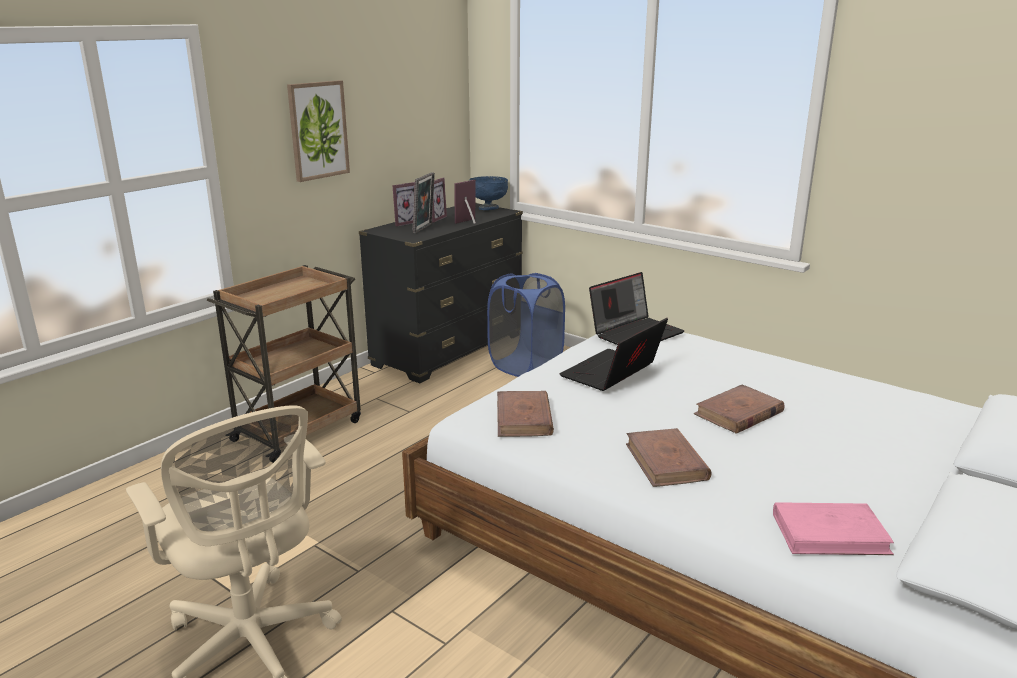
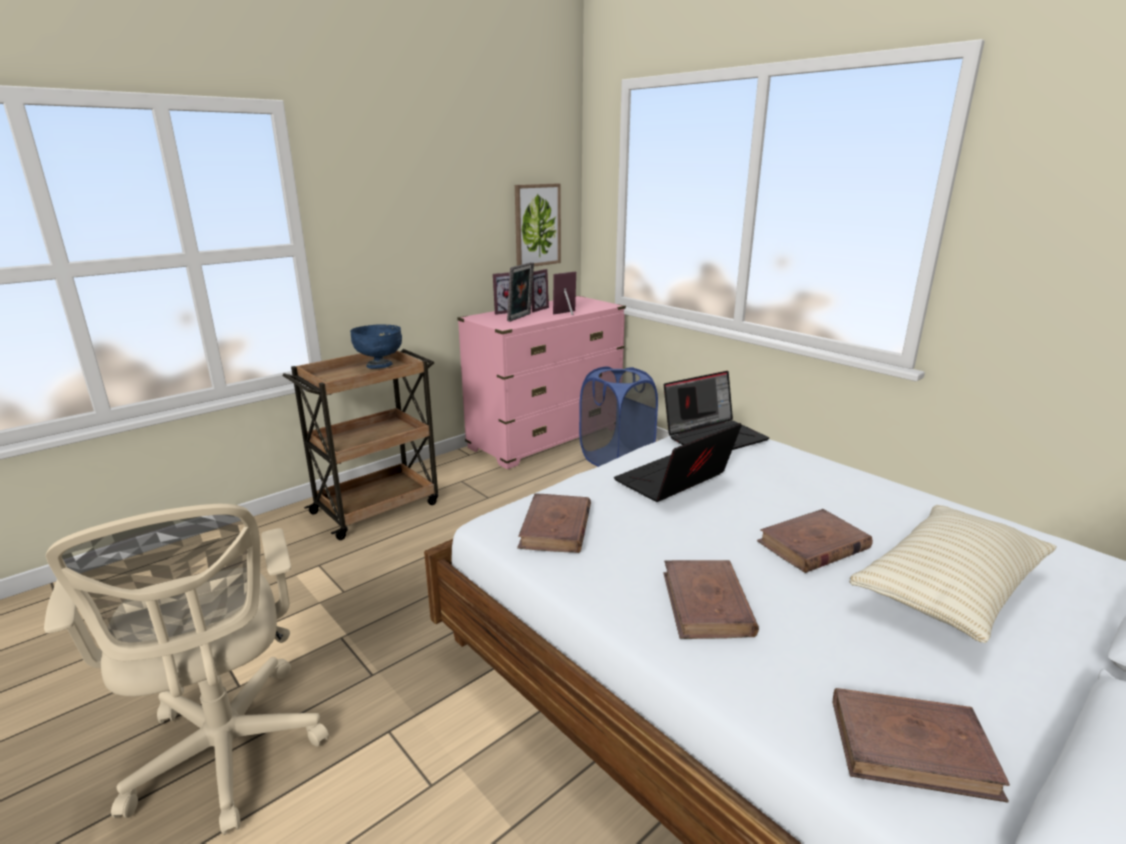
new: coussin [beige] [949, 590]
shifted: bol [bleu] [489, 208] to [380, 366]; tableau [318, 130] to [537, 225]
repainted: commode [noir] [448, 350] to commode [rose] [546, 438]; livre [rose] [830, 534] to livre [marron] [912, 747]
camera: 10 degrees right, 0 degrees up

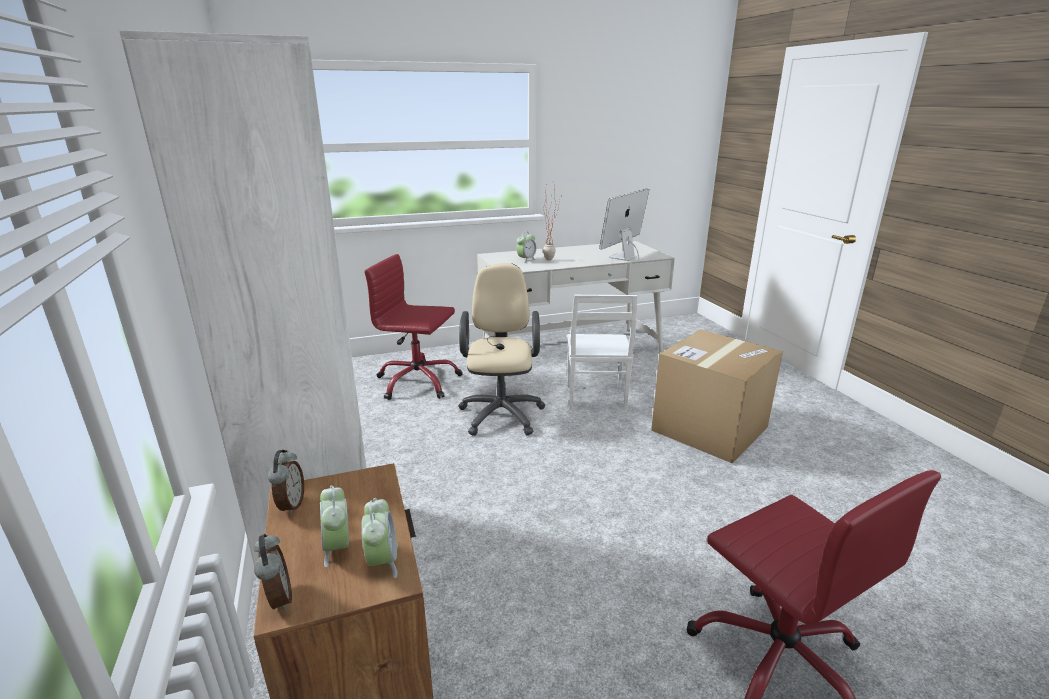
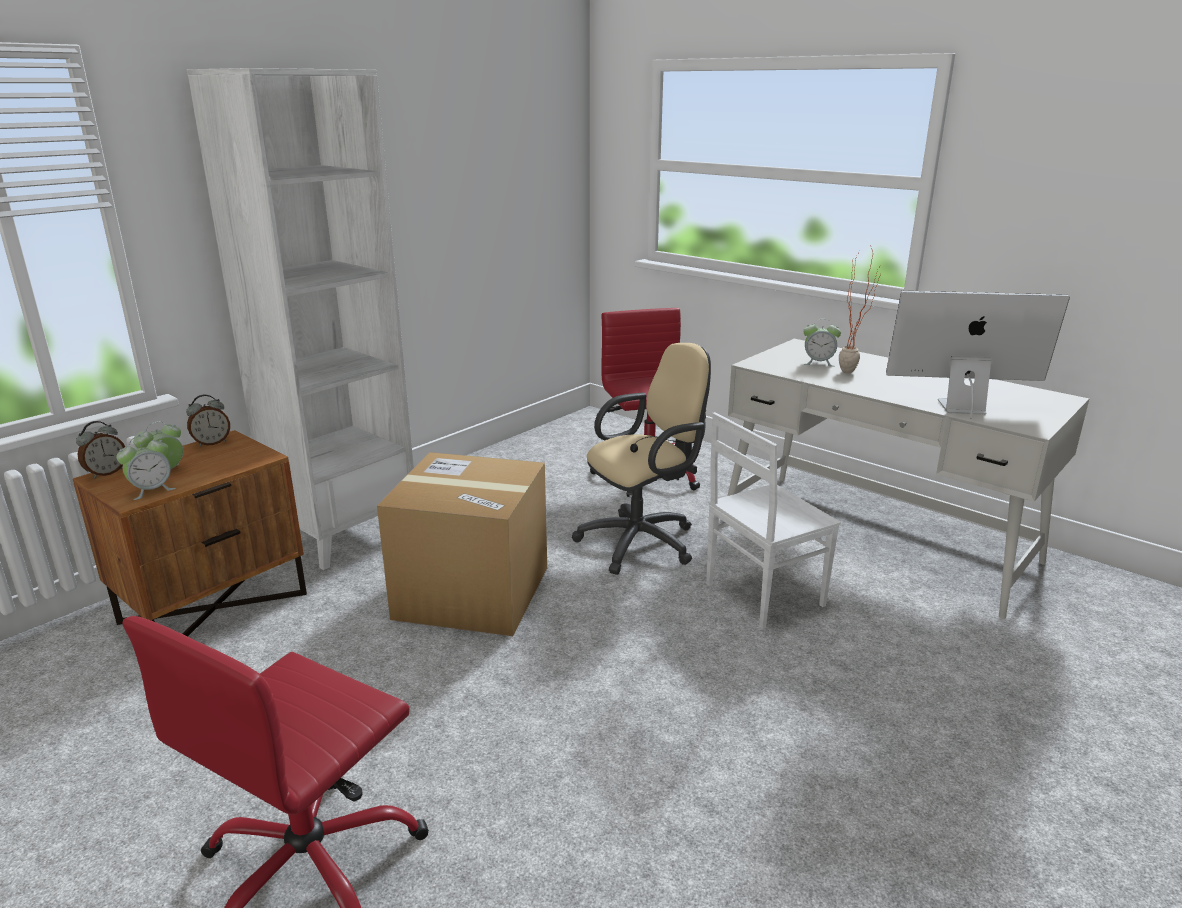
shifted: carton [709, 428] to [472, 592]
camera: 60 degrees right, 0 degrees up

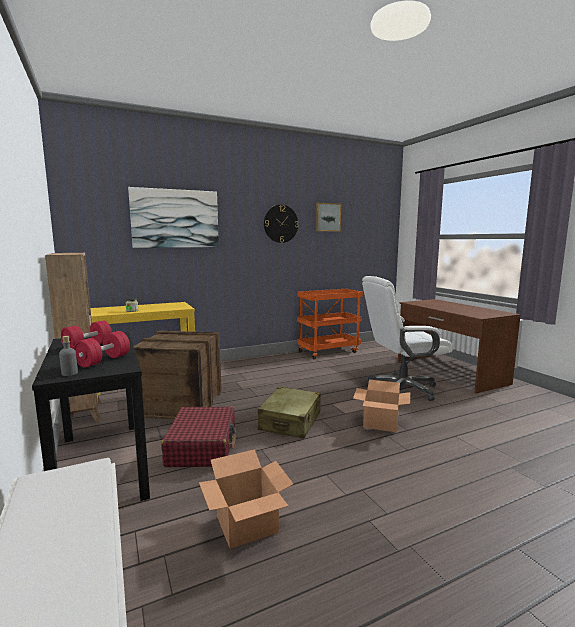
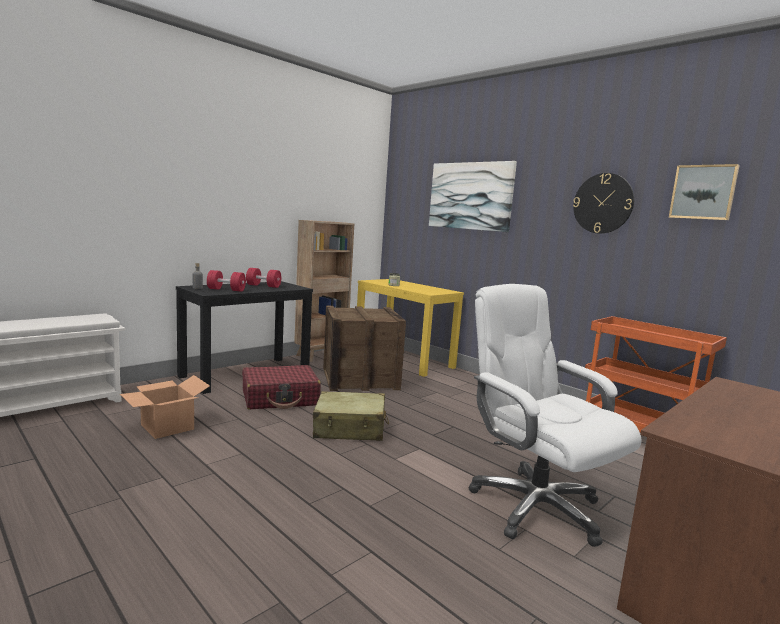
gone: carton [381, 423]
camera: 70 degrees right, 0 degrees up

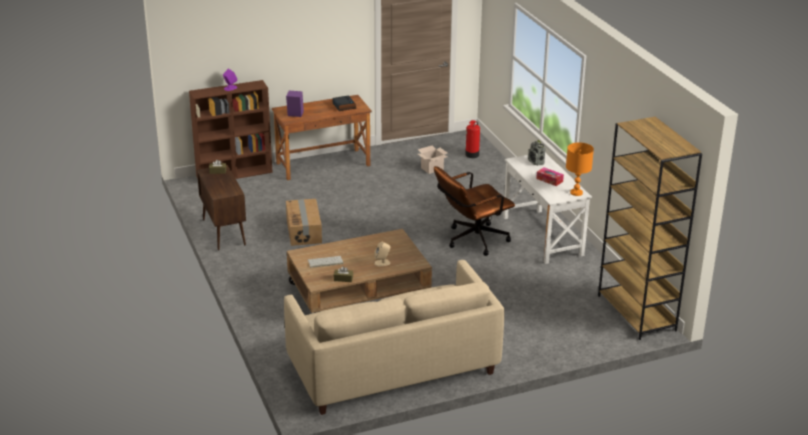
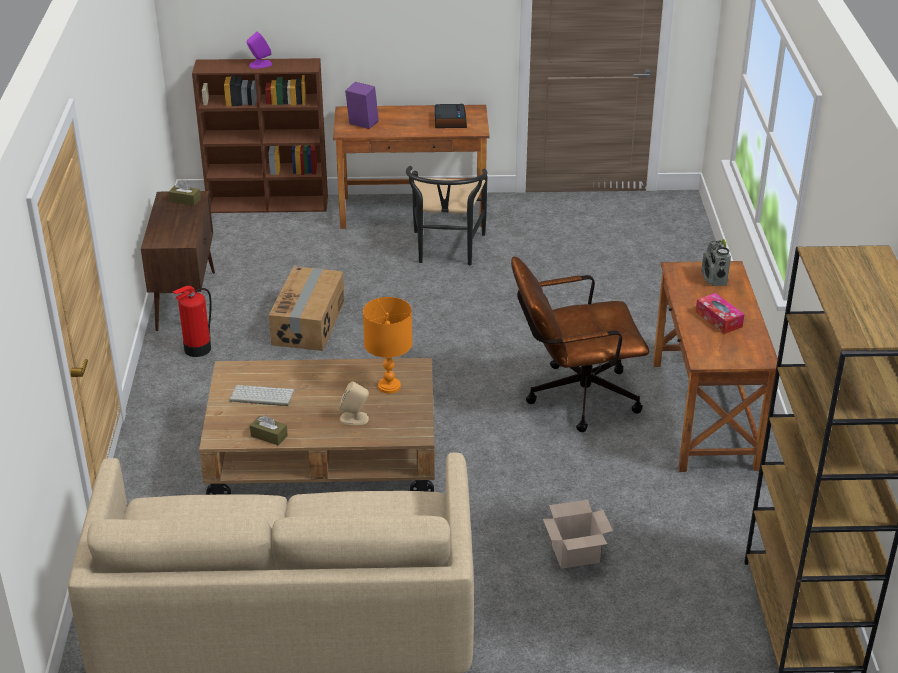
new: chaise [noir] [446, 251]
shifted: extincteur [472, 155] to [197, 349]; lampe de table [orange] [576, 192] to [389, 386]; carton [432, 169] to [574, 555]
repainted: bureau [blanc] [543, 236] to bureau [marron] [705, 414]
camera: 20 degrees right, 5 degrees up

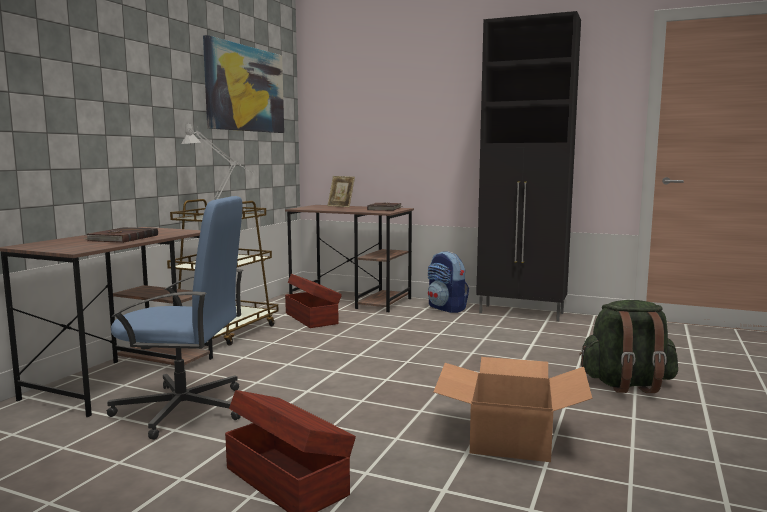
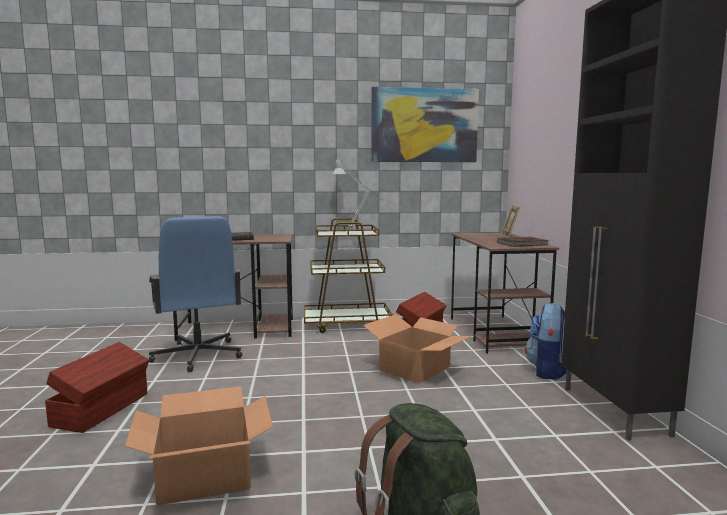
new: carton [415, 368]
camera: 60 degrees right, 0 degrees up

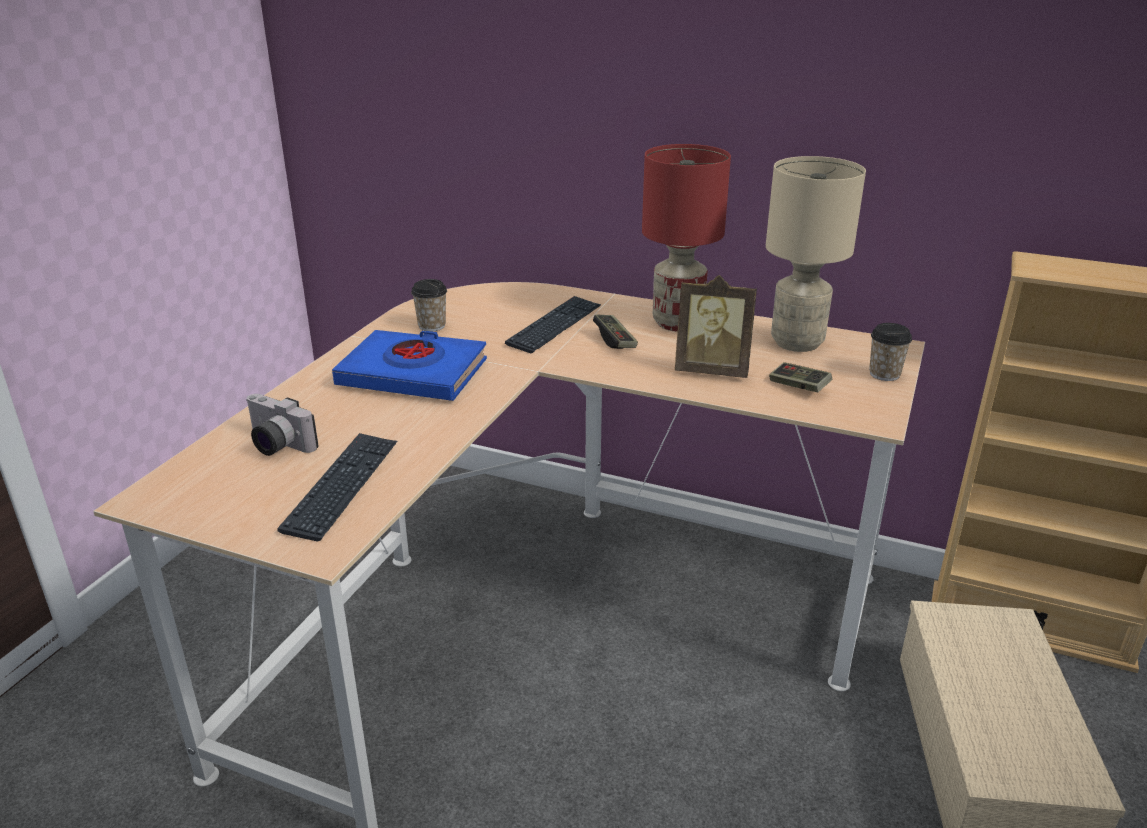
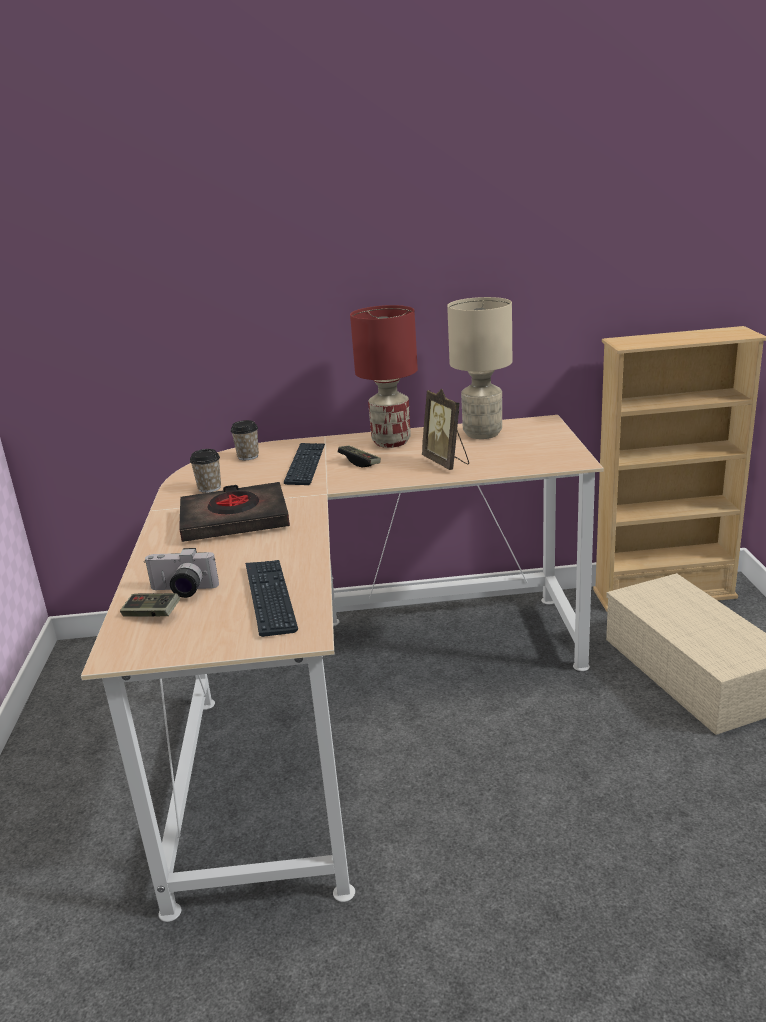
shifted: manette [799, 387] to [152, 614]; tasse [884, 374] to [248, 456]
repainted: livre [bleu] [413, 374] to livre [noir] [235, 520]
rotated: cadre photo [712, 370] = [446, 462] 75 degrees clockwise
camera: 25 degrees left, 5 degrees down

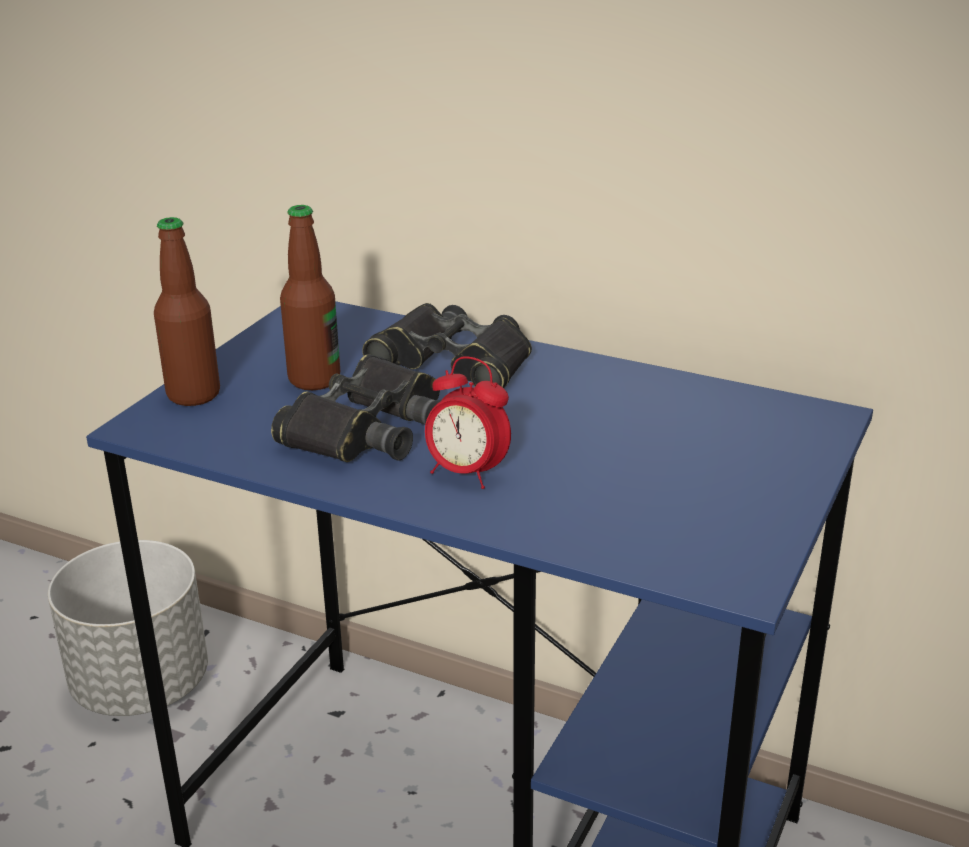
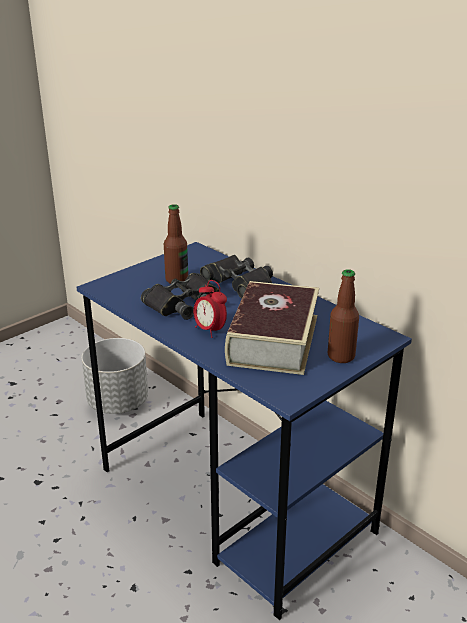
new: livre [273, 339]
shifted: bouteille [193, 395] to [341, 356]
camera: 20 degrees right, 0 degrees up

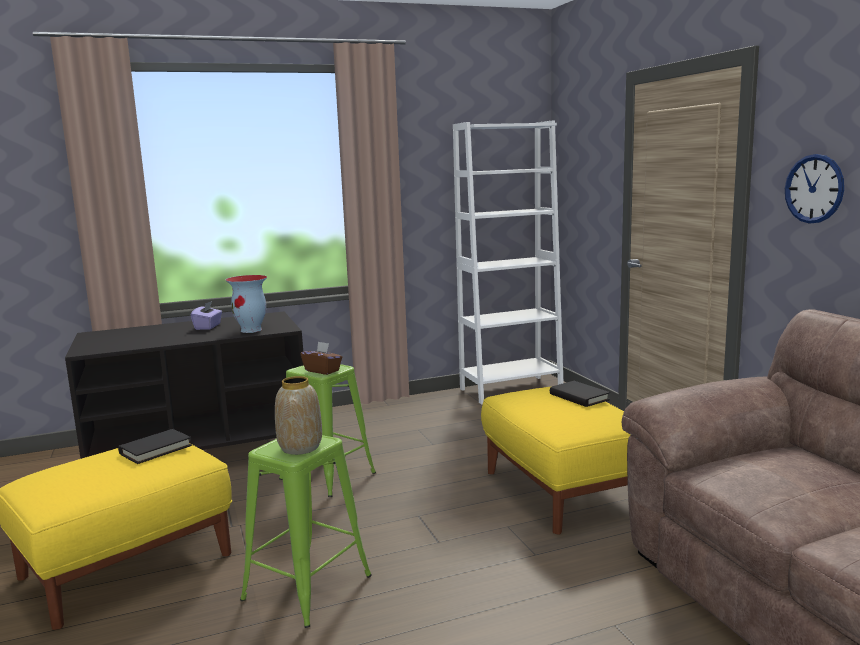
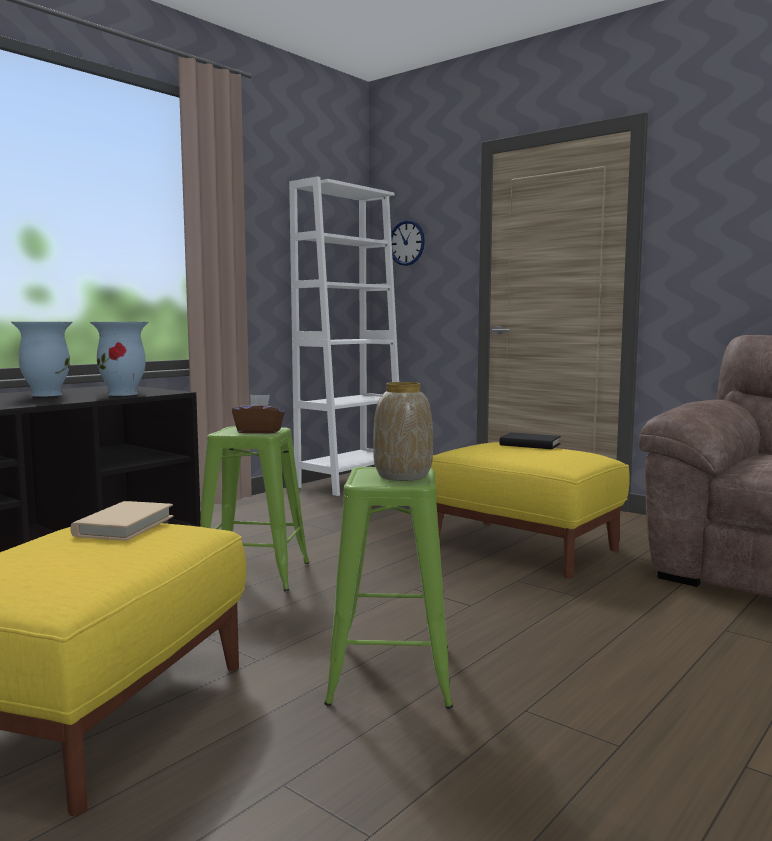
shifted: horloge murale [814, 189] to [406, 242]
swapped: boîte à mouchoirs [violet] [208, 327] to vase [45, 395]
repainted: livre [noir] [155, 449] to livre [beige] [124, 526]
camera: 30 degrees left, 5 degrees down

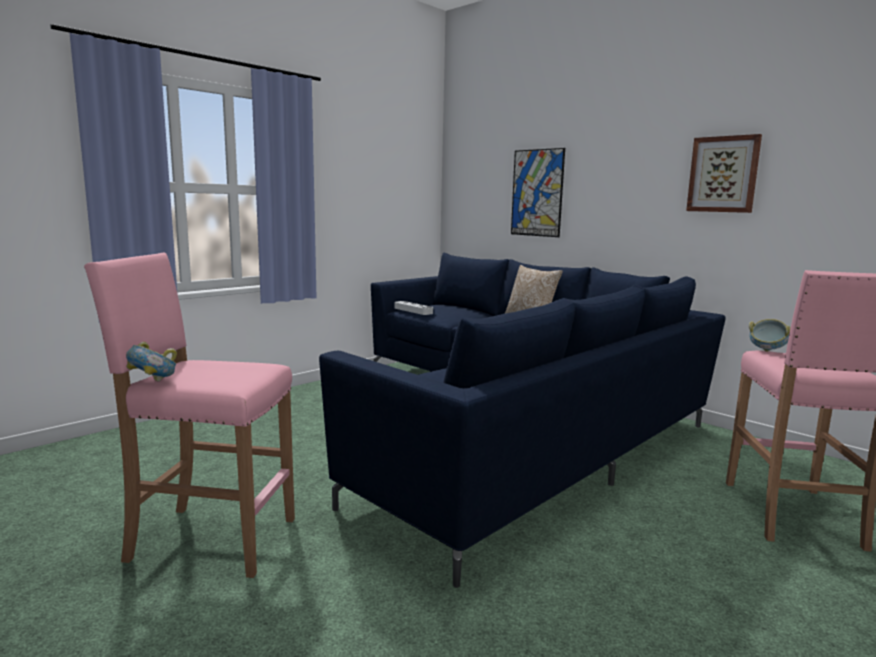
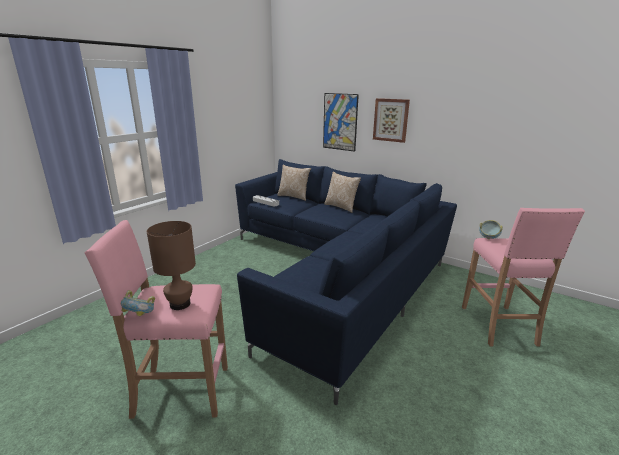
new: lampe de table [marron] [179, 304]; coussin [294, 196]
shifted: tableau [723, 174] to [391, 120]
camera: 10 degrees left, 10 degrees up

